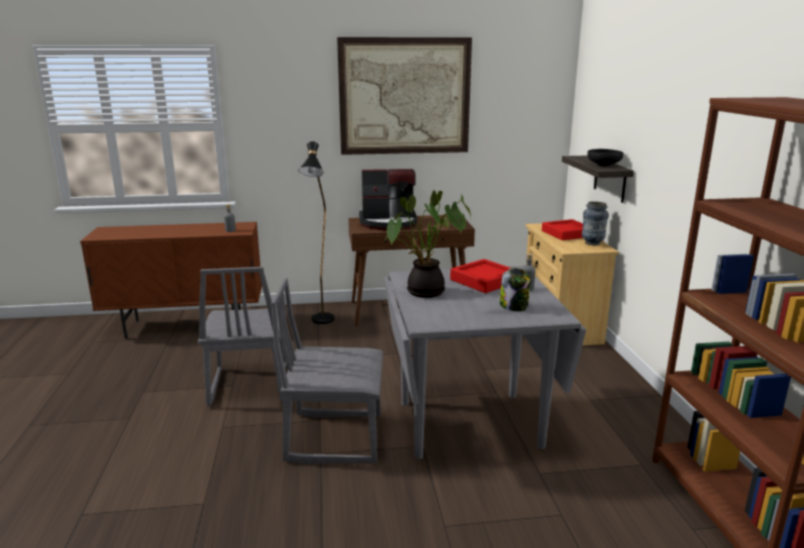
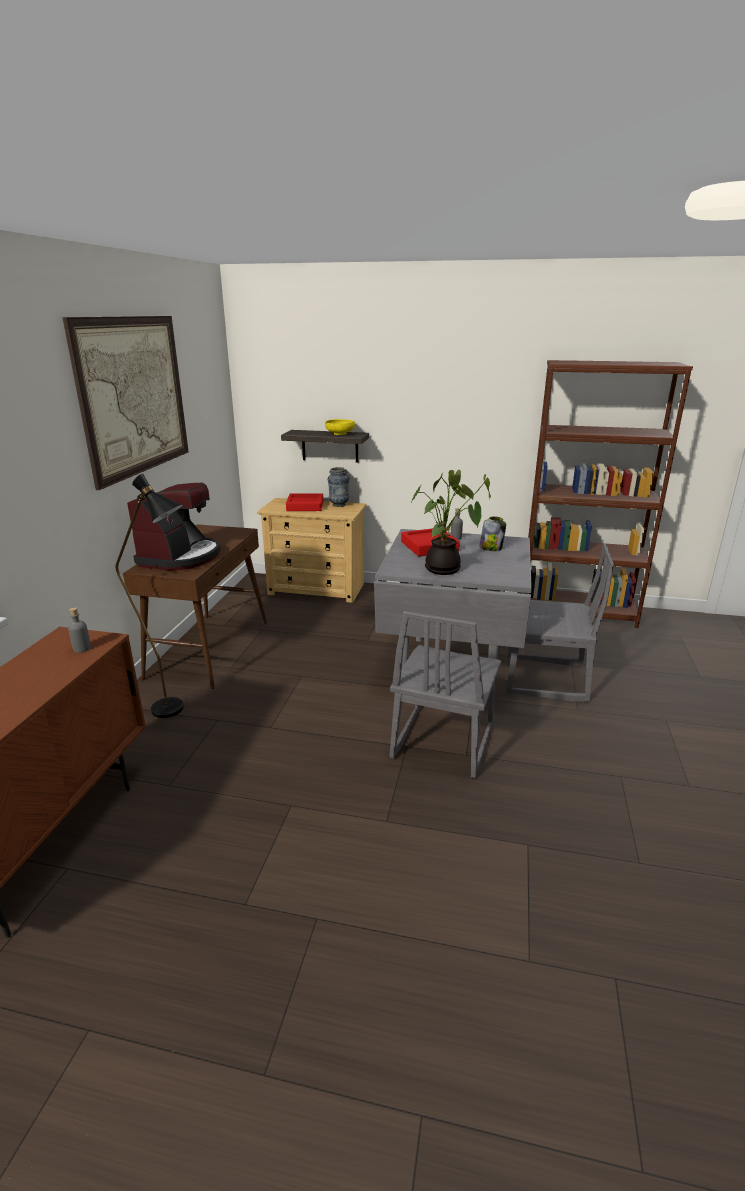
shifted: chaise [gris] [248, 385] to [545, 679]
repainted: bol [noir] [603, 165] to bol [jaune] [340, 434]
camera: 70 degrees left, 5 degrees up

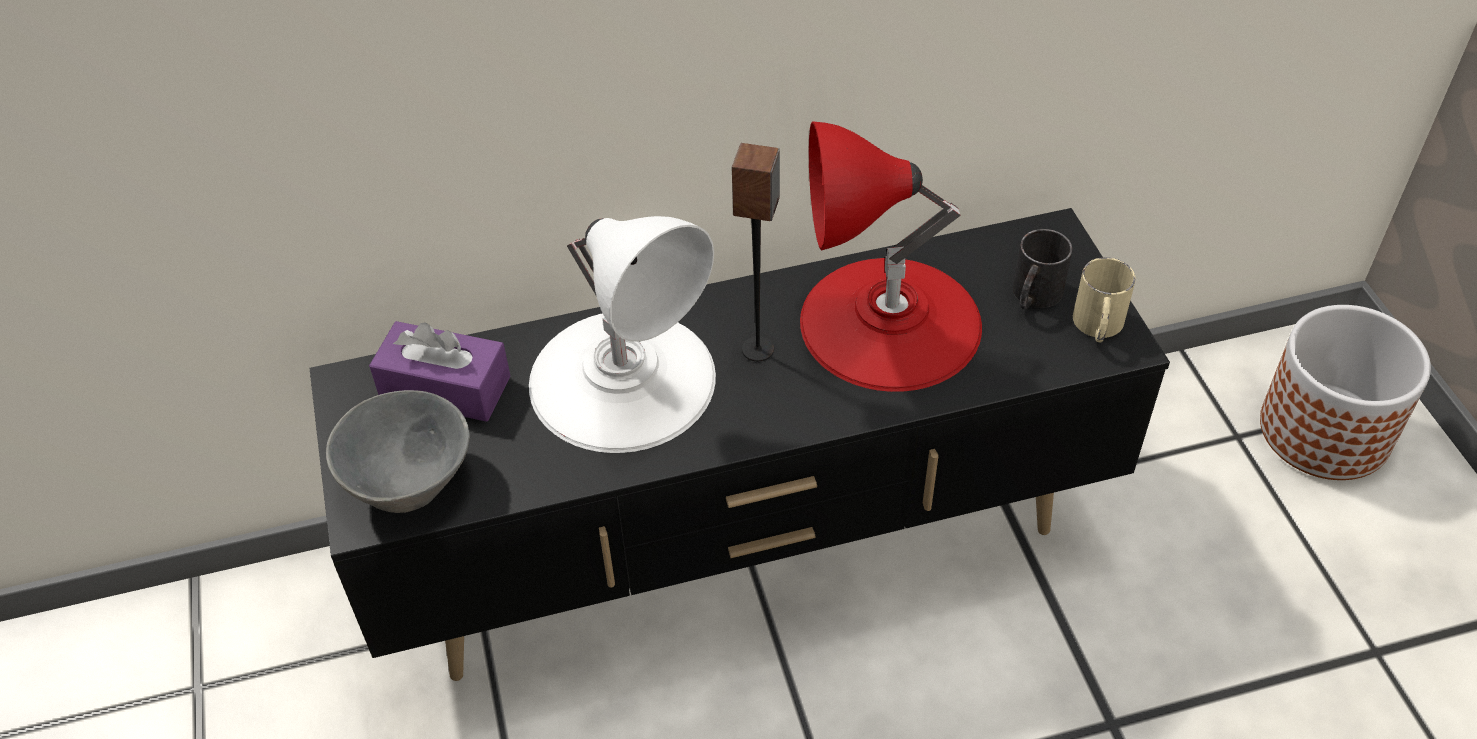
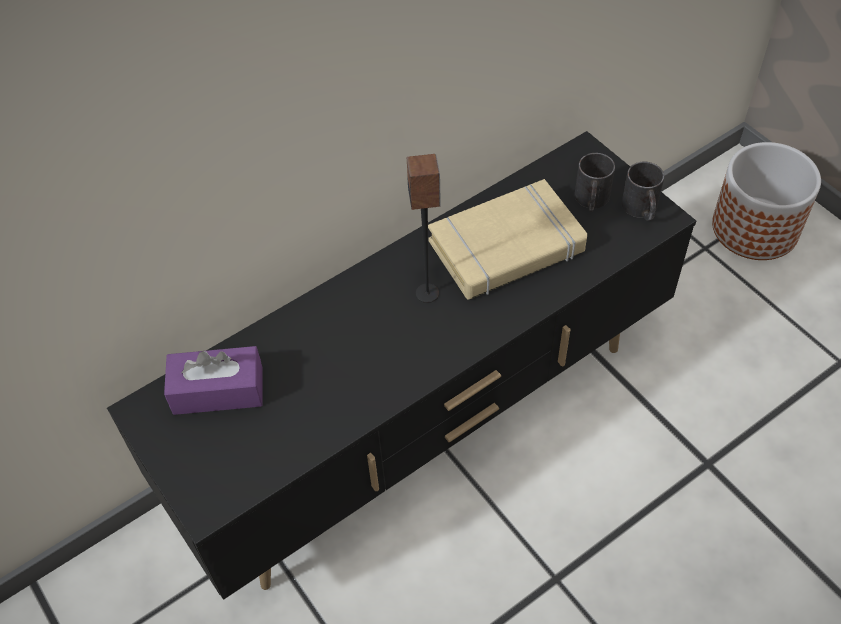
gone: bol [gris] [413, 483]; lampe de table [blanc] [623, 379]
swapped: lampe de table [rouge] [890, 323] to livre [beige] [507, 247]
repainted: mug [beige] [1098, 327] to mug [noir] [641, 210]
camera: 20 degrees left, 5 degrees up

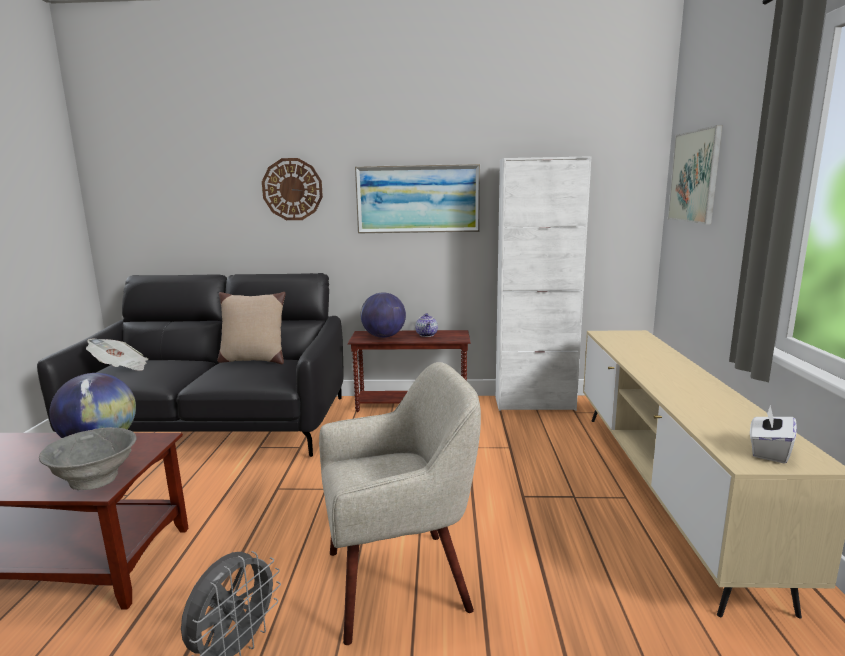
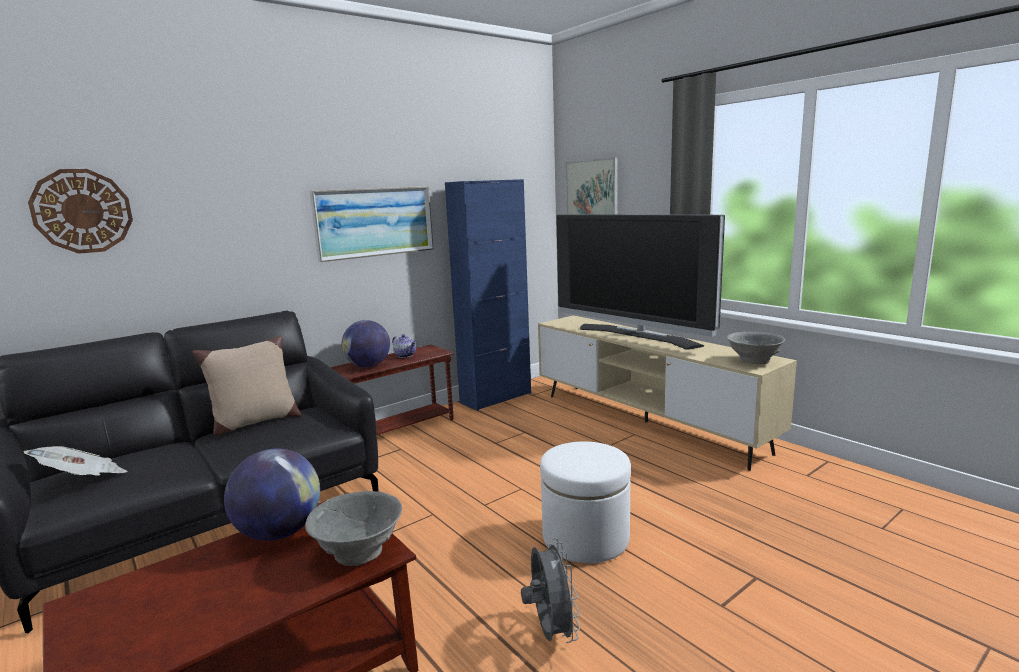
new: téléviseur [636, 336]
shifted: horloge murale [292, 189] to [82, 211]
swapped: fauteuil [beige] [399, 581] to pouf [blanc] [585, 537]; boîte à mouchoirs [blanc] [769, 451] to bol [gris] [754, 361]
repainted: meuble de rangement [blanc] [534, 404] to meuble de rangement [bleu] [496, 398]
camera: 40 degrees left, 0 degrees up

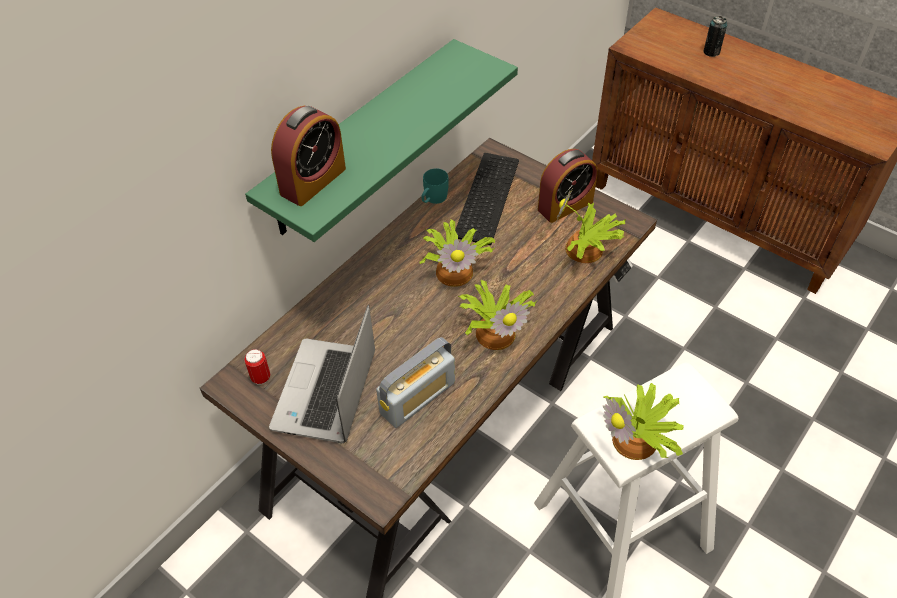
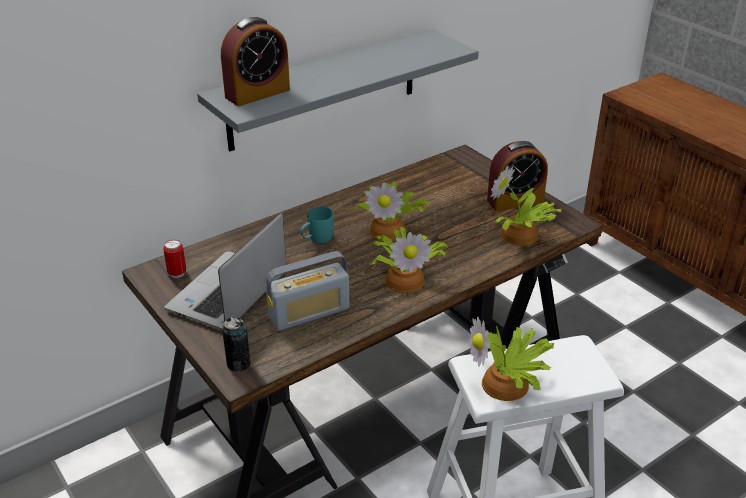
gone: clavier [485, 196]
shifted: boîte métallique [711, 52] to [238, 364]; mug [turquoise] [433, 199] to [317, 239]
repainted: étagère [vert] [361, 138] to étagère [gris] [324, 89]
camera: 15 degrees right, 15 degrees down

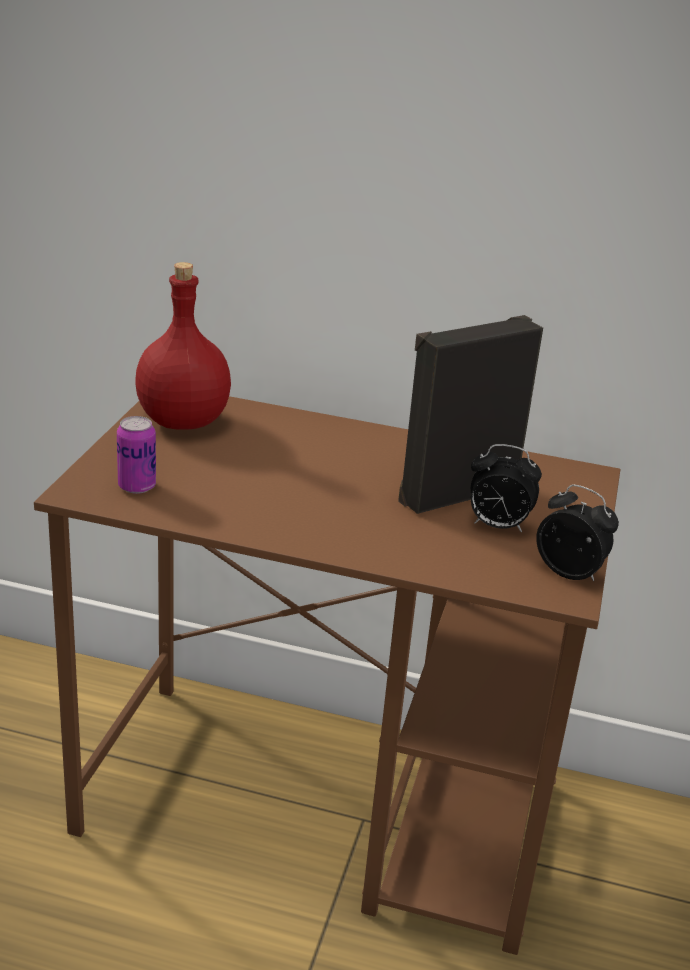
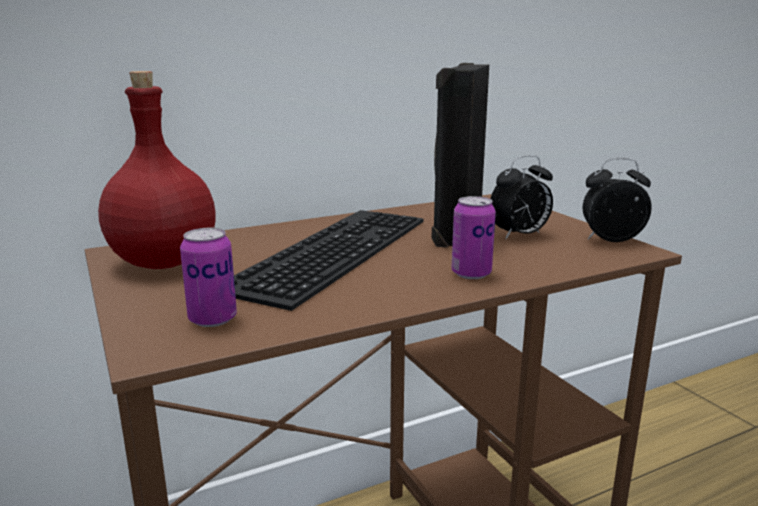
new: clavier [330, 250]; boîte métallique [471, 273]
camera: 40 degrees left, 10 degrees down

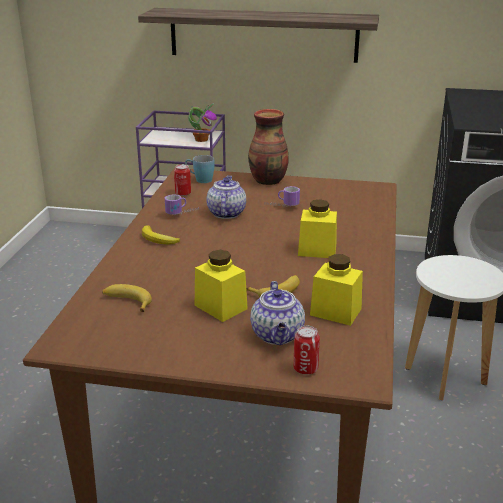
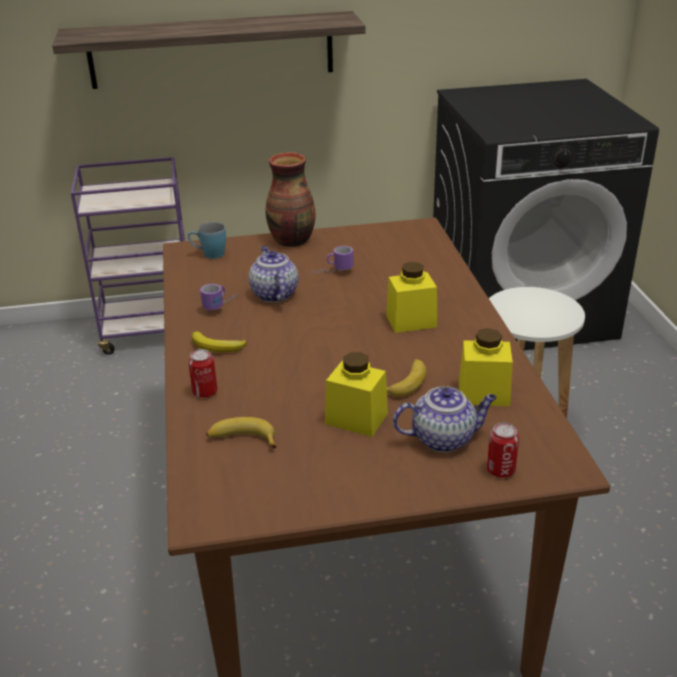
gone: plante en pot [201, 139]
shifted: boîte métallique [183, 193] to [205, 392]
rotated: théière [278, 336] = [444, 438] 75 degrees counterclockwise
camera: 20 degrees left, 5 degrees up

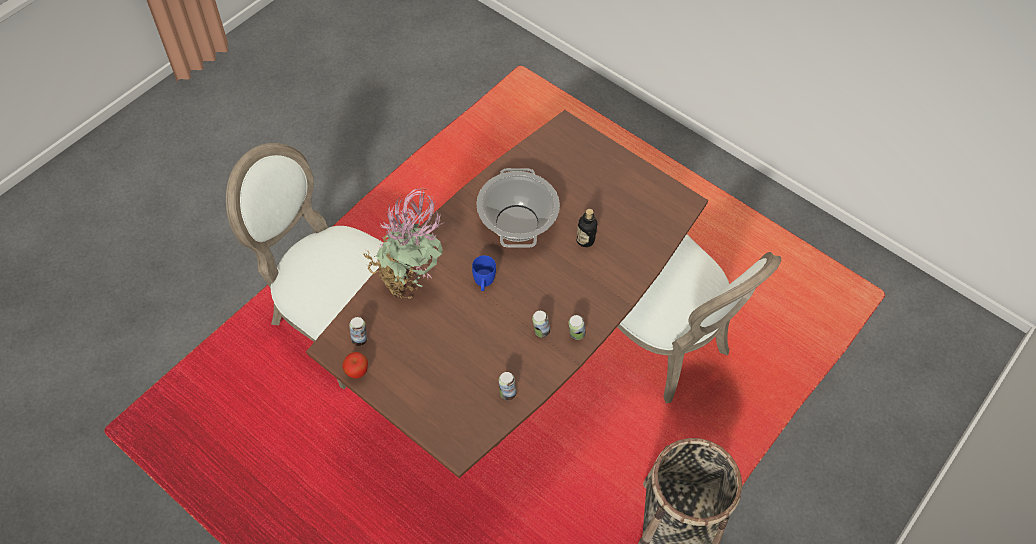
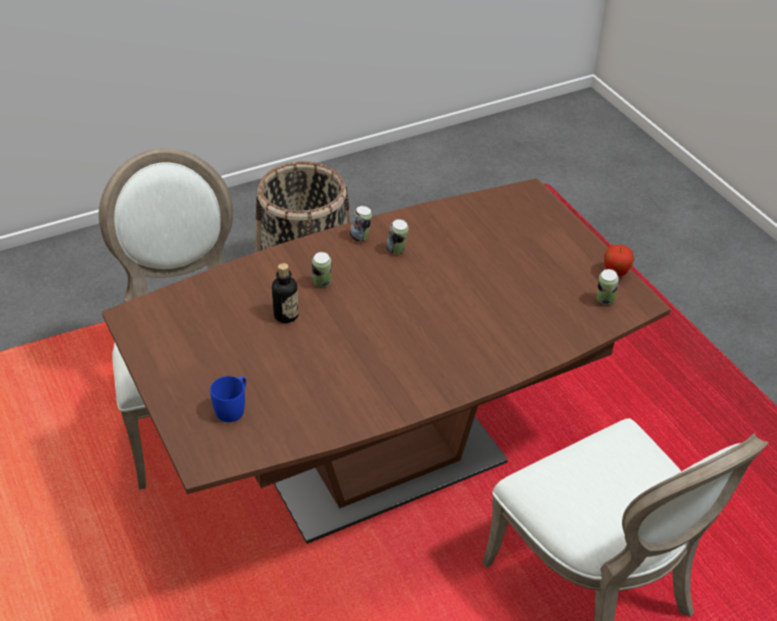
gone: plante en pot [409, 279]; marmite [516, 222]
shifted: mug [bleu] [483, 282] to [233, 408]; boîte métallique [507, 393] to [322, 283]
camera: 155 degrees left, 15 degrees down

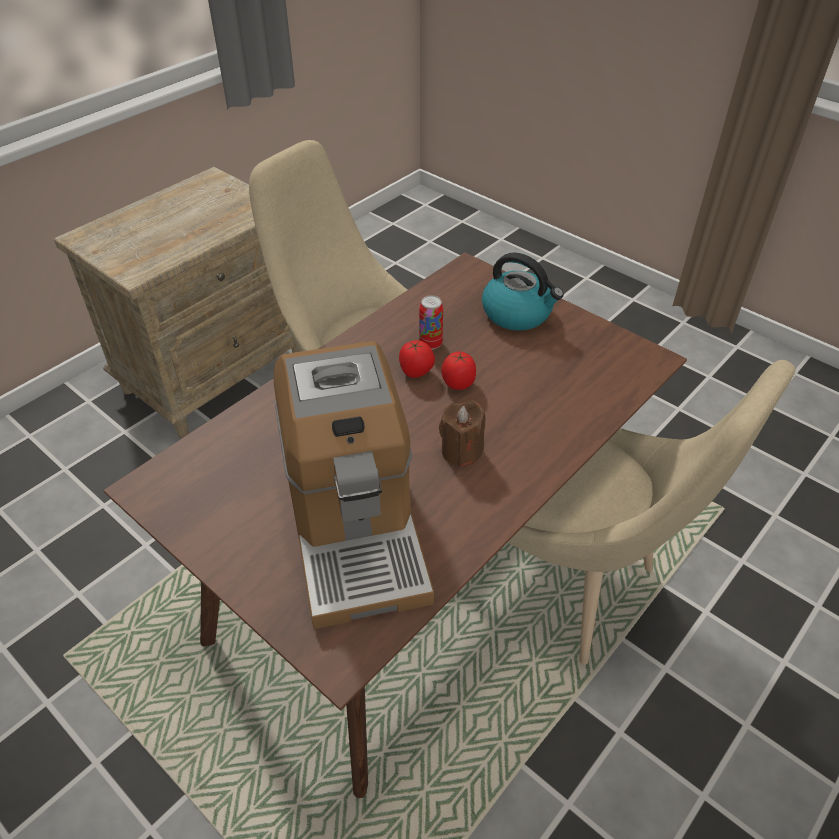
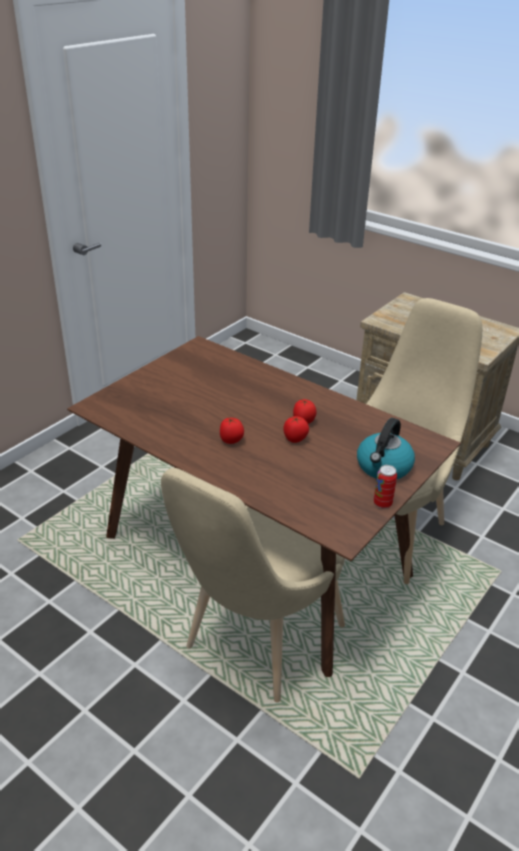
gone: machine à café [355, 529]
shifted: boîte métallique [430, 344] to [382, 503]
swapped: bougie [marron] [461, 451] to tomate [231, 441]
camera: 85 degrees right, 10 degrees down

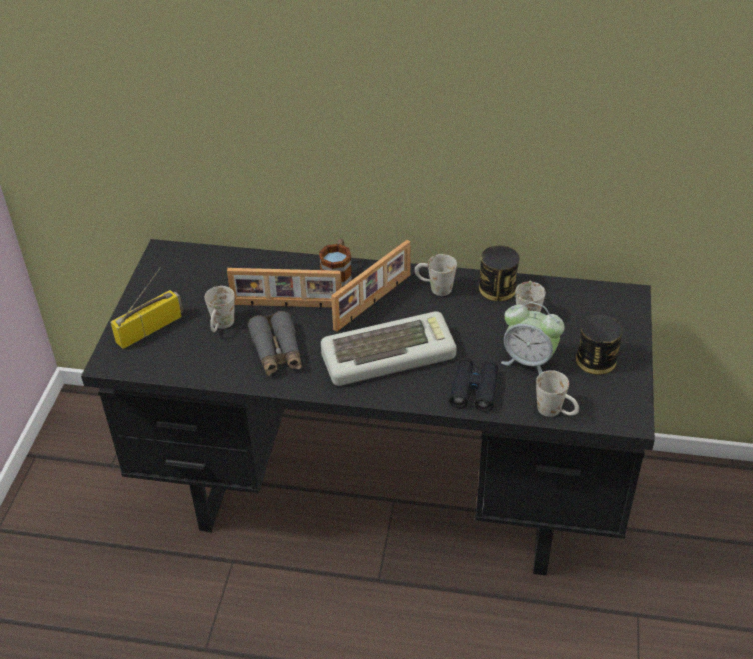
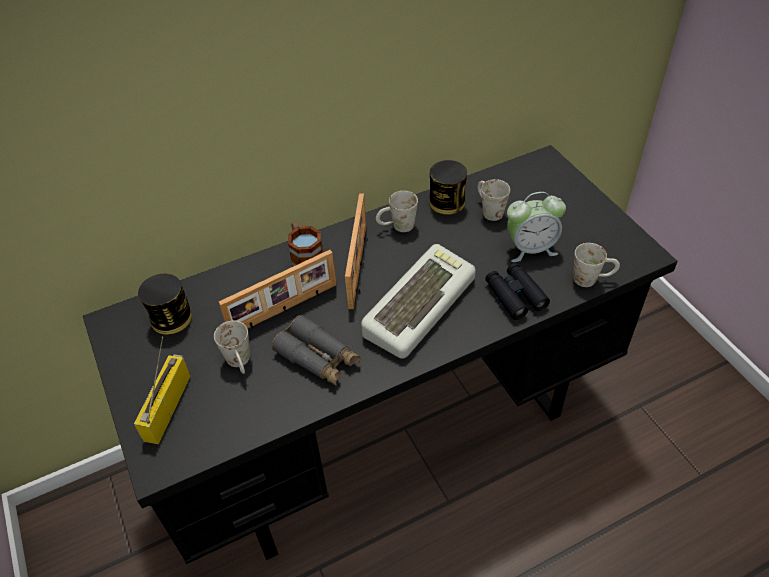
shifted: boîte métallique [596, 360] to [171, 318]
camera: 35 degrees left, 5 degrees up

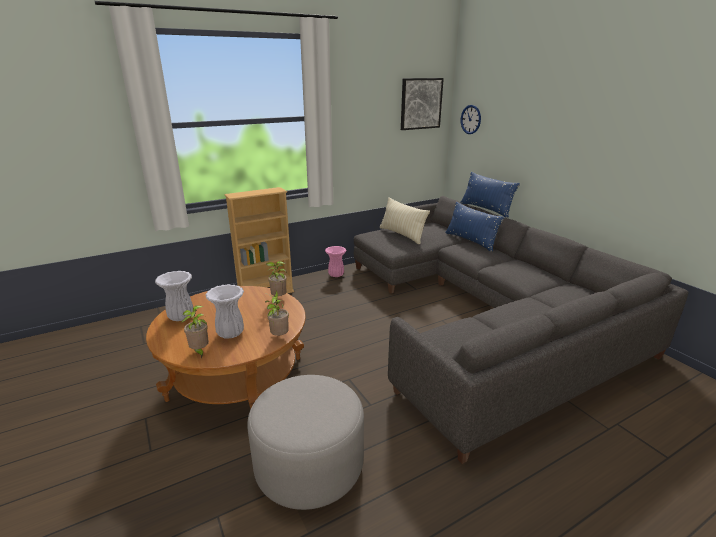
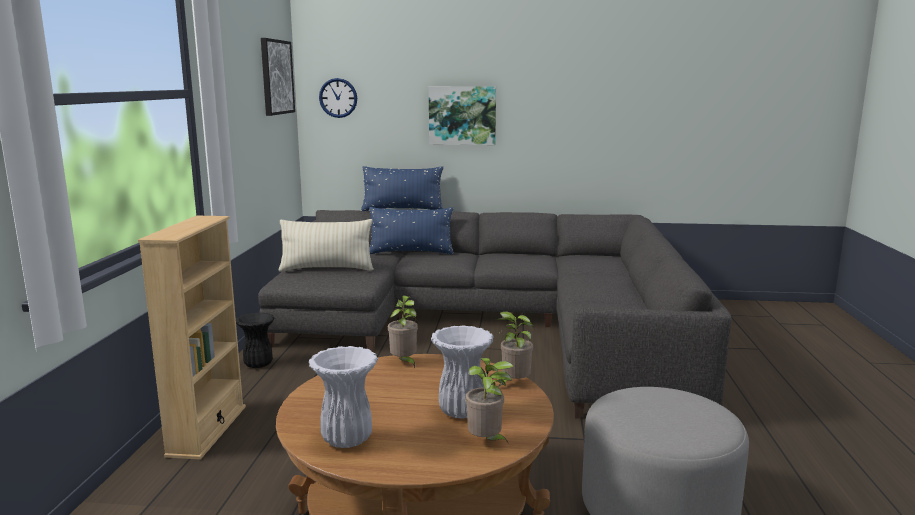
new: tableau [462, 115]
repainted: vase [rose] [335, 275] to vase [noir] [258, 365]
camera: 55 degrees left, 10 degrees down

